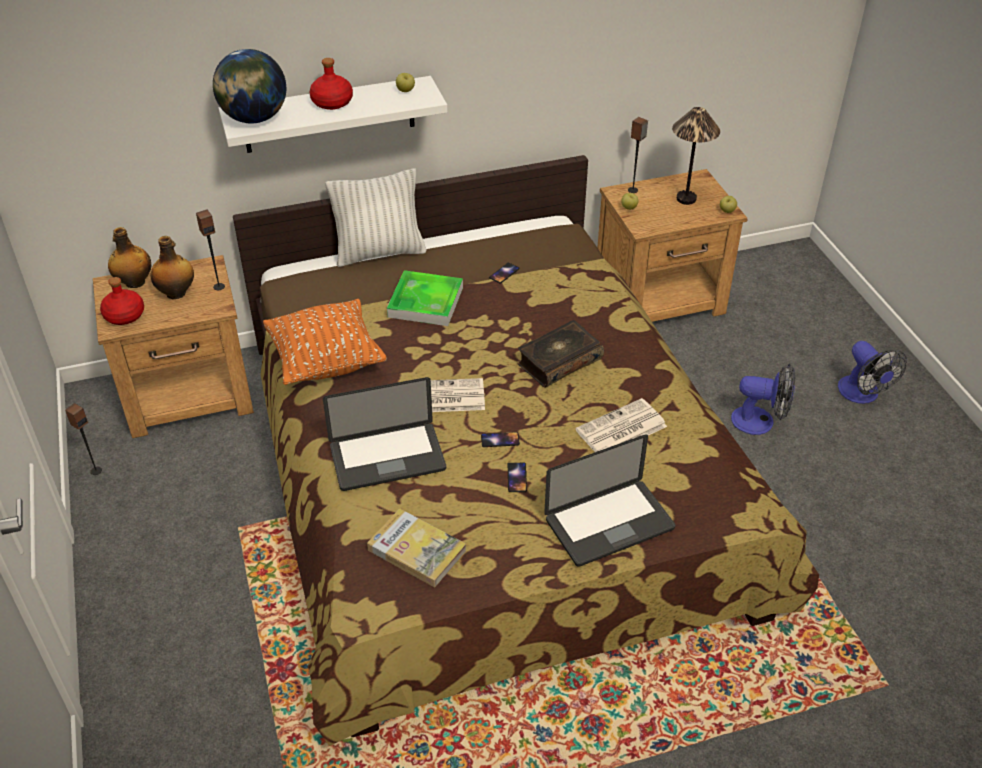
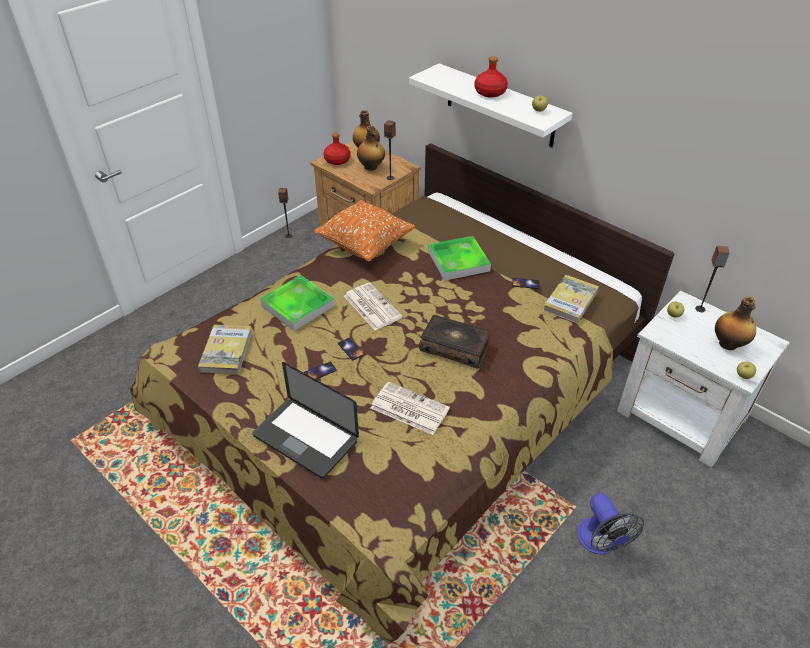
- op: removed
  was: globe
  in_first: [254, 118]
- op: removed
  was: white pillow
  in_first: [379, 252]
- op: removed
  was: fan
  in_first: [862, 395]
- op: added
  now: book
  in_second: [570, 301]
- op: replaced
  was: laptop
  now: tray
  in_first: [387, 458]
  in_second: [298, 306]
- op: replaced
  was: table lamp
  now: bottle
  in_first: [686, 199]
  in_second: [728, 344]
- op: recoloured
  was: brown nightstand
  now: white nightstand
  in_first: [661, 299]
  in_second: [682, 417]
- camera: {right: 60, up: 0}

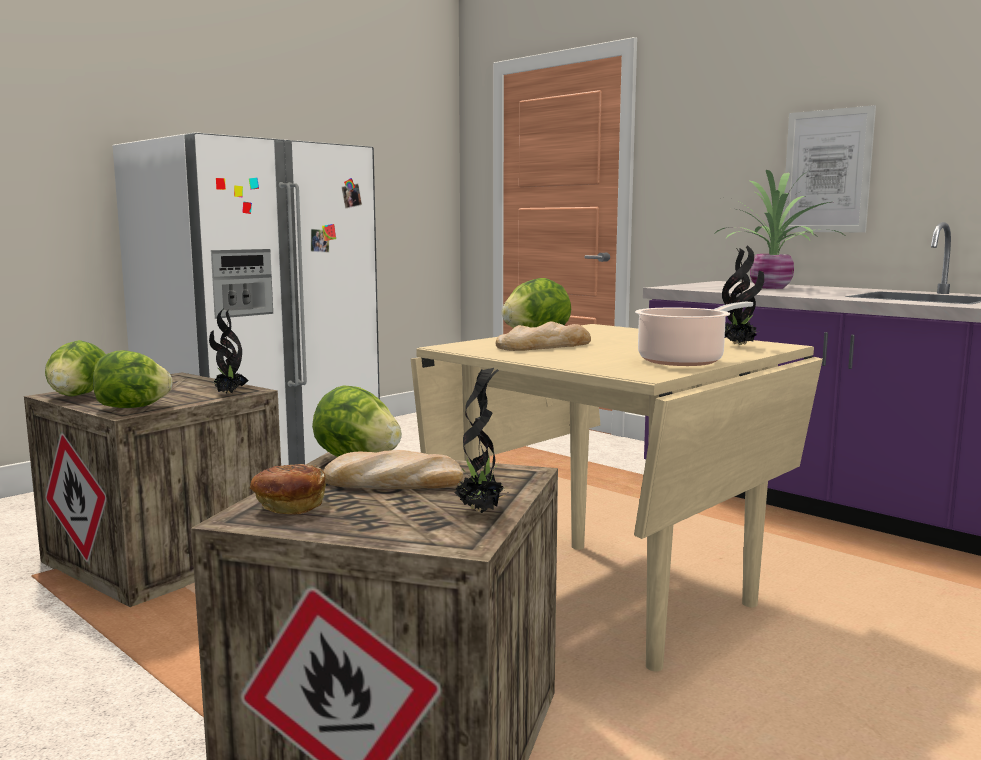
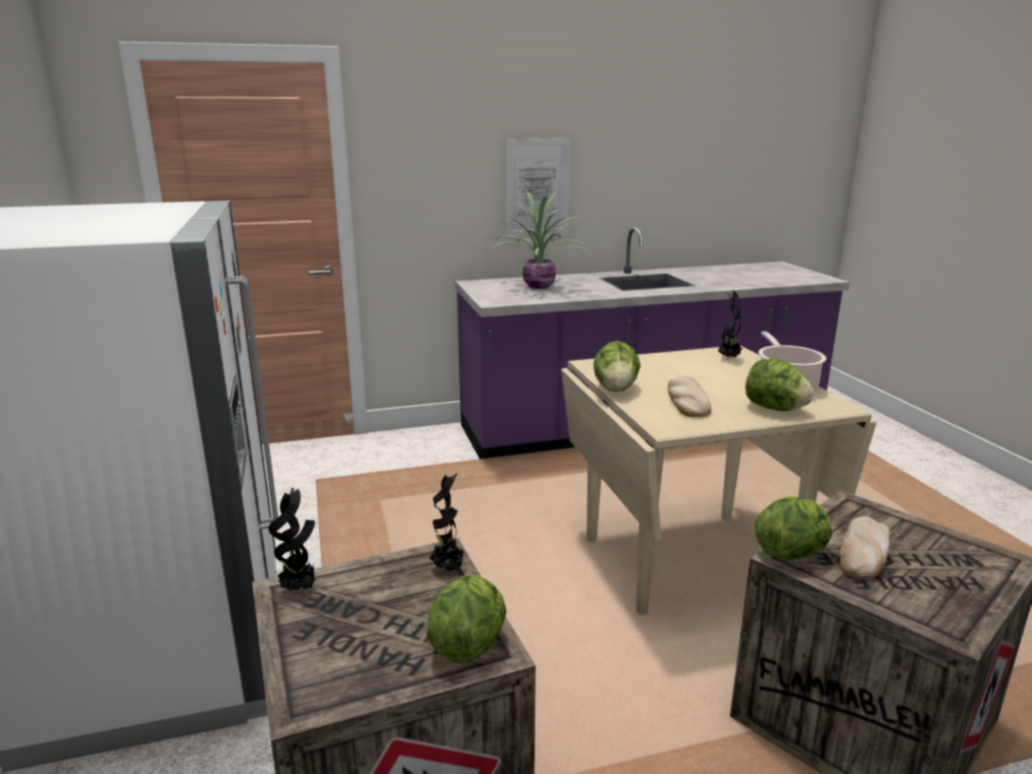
- op: removed
  was: bread
  in_first: [290, 506]
- op: moved
  was: lettuce
  in_first: [78, 395]
  in_second: [774, 408]
- op: moved
  was: potted plant
  in_first: [481, 511]
  in_second: [300, 589]
- camera: {right: -60, up: 10}

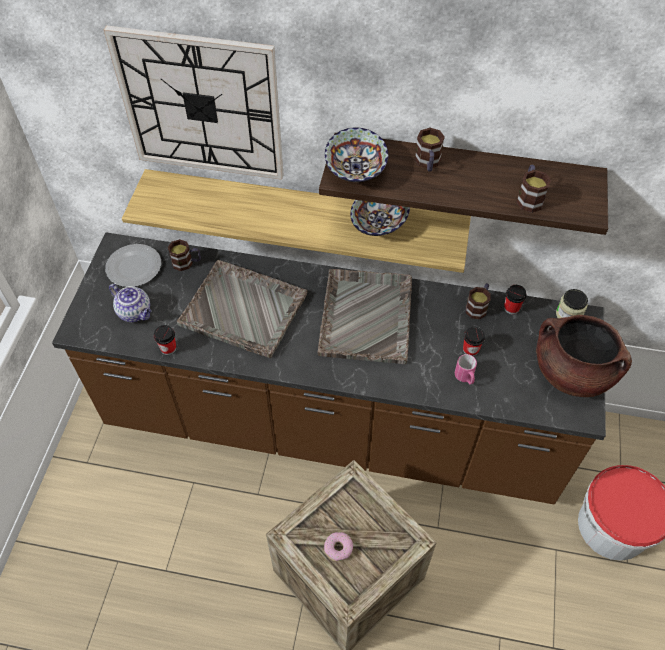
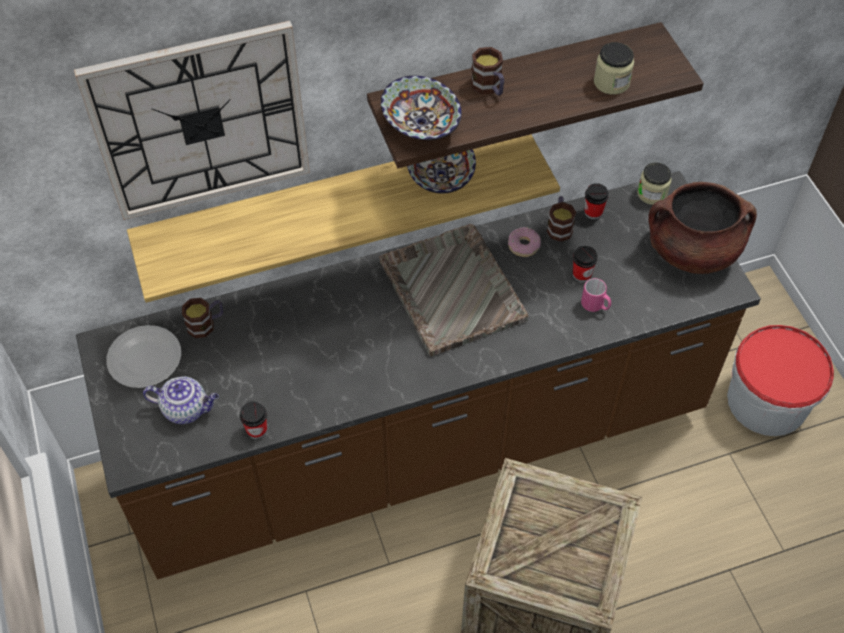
- op: removed
  was: grey tray
  in_first: [244, 310]
- op: moved
  was: donut
  in_first: [338, 548]
  in_second: [523, 245]
- op: replaced
  was: mug
  now: jar
  in_first: [529, 197]
  in_second: [611, 82]
- camera: {right: -30, up: 0}

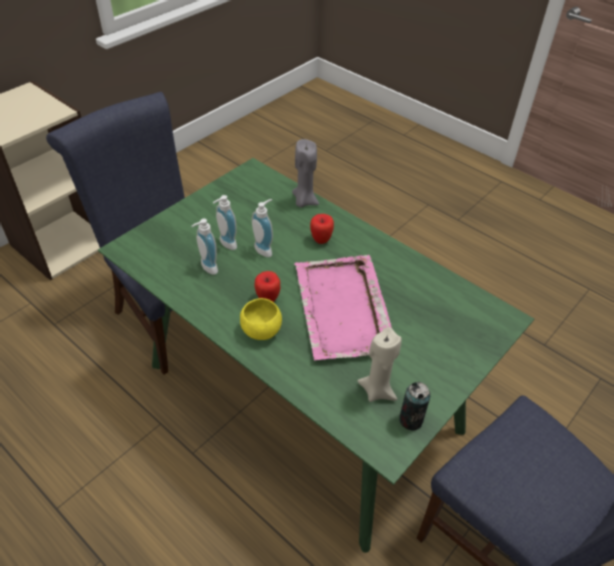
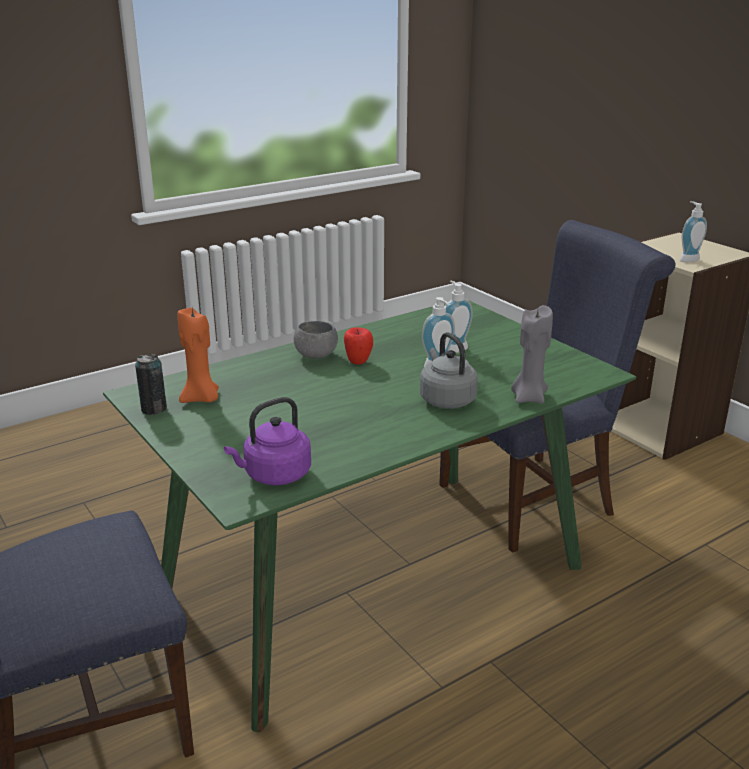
- op: removed
  was: pink tray
  in_first: [343, 310]
- op: added
  now: purple kettle
  in_second: [274, 475]
- op: moved
  was: soap dispenser
  in_first: [206, 268]
  in_second: [687, 259]
- op: replaced
  was: apple
  now: grey kettle
  in_first: [321, 240]
  in_second: [446, 399]
- op: recoloured
  was: yellow bowl
  now: grey bowl
  in_first: [261, 330]
  in_second: [316, 355]
- op: recoloured
  was: beige candle
  now: orange candle
  in_first: [377, 390]
  in_second: [201, 399]
- camera: {right: 105, up: -20}

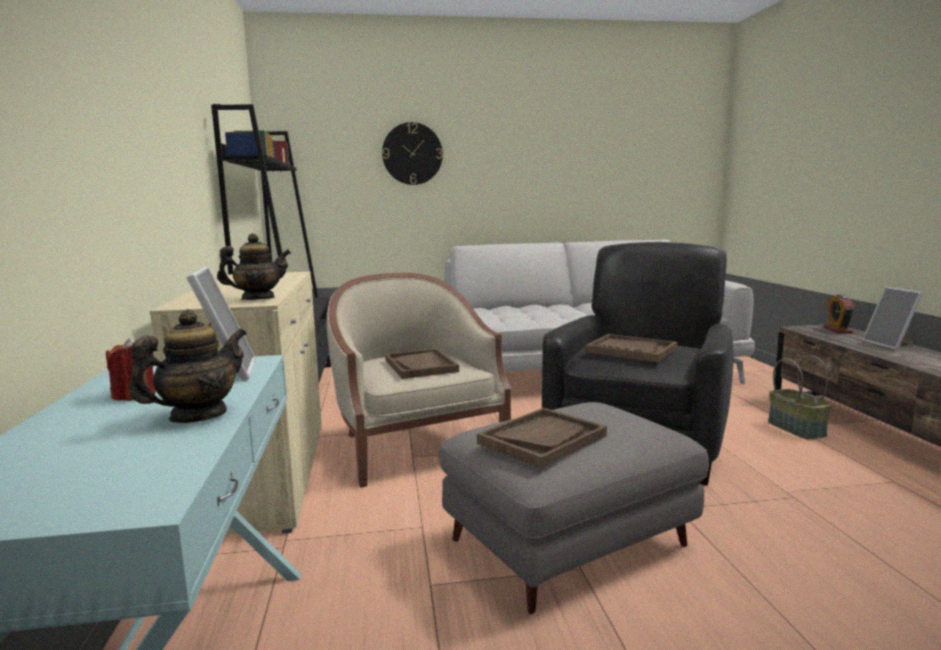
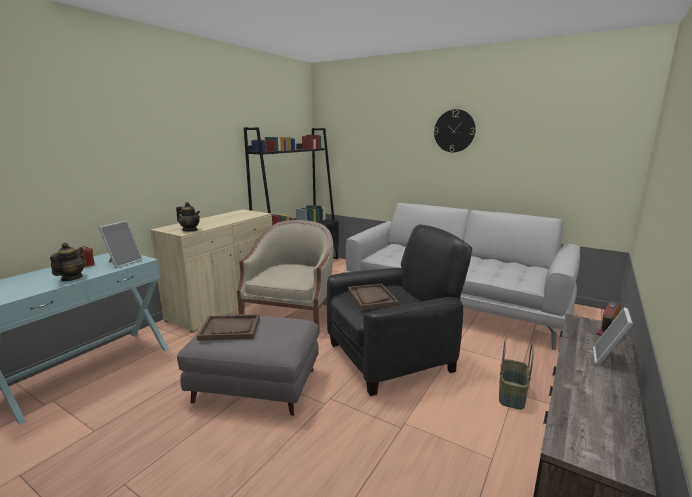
- op: removed
  was: brown tray
  in_first: [421, 366]
- op: moved
  was: wall clock
  in_first: [412, 154]
  in_second: [454, 131]
- op: turned
  was: teapot
  in_first: [198, 416]
  in_second: [71, 278]
  clockwise: -75
- camera: {right: 40, up: 5}

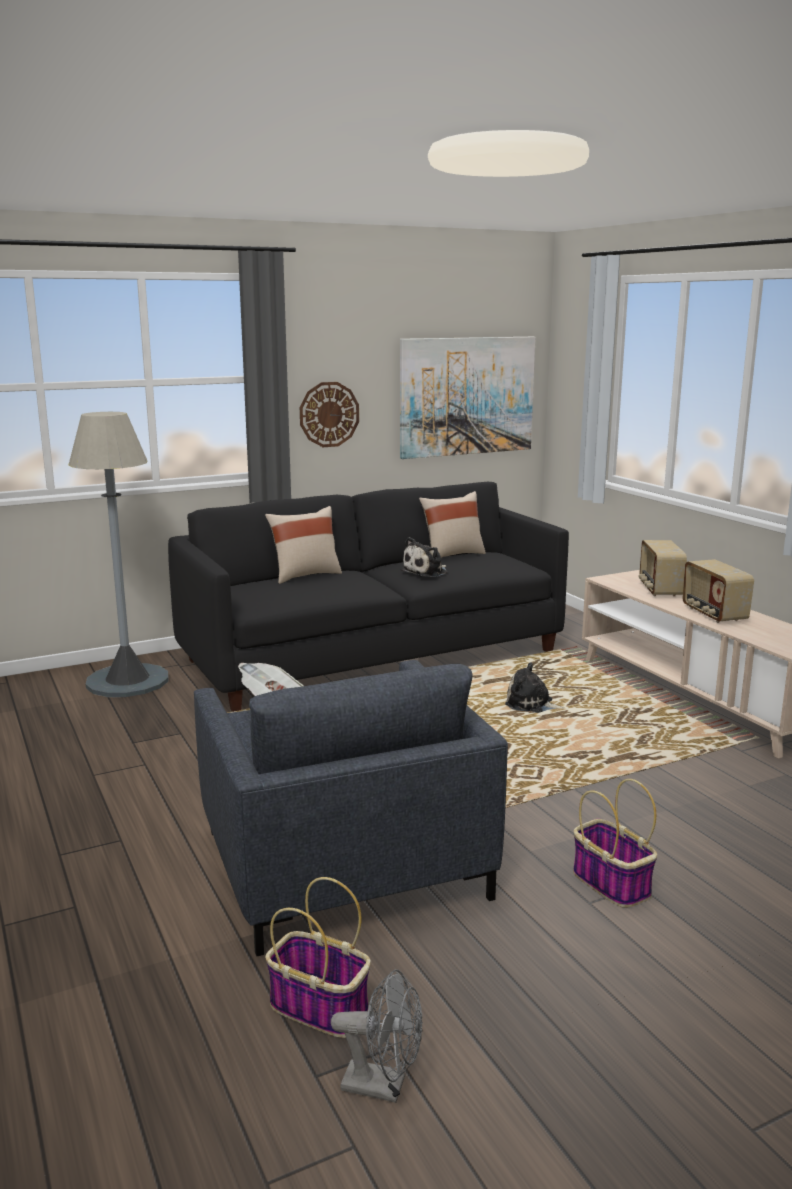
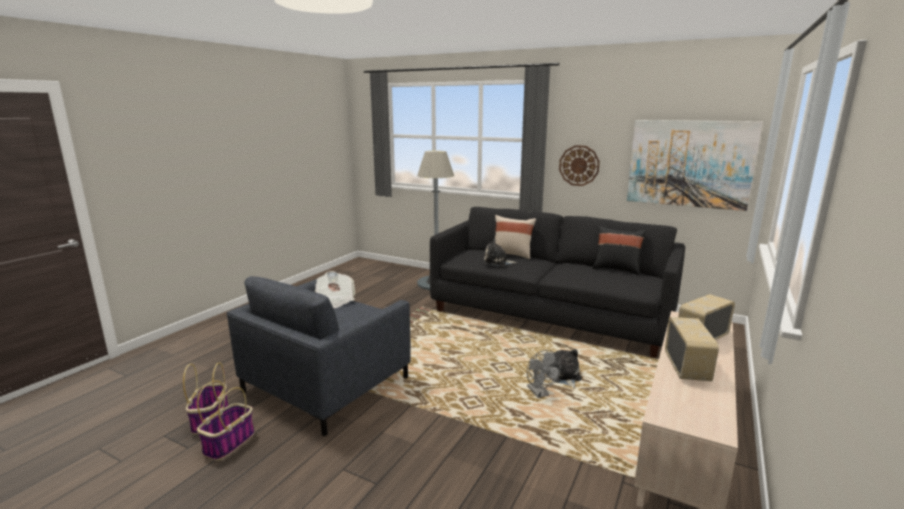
- op: moved
  was: grey fan
  in_first: [383, 1086]
  in_second: [540, 393]
- op: moved
  was: plush toy
  in_first: [426, 572]
  in_second: [497, 262]
- op: moved
  was: basket
  in_first: [609, 883]
  in_second: [229, 442]
- op: recoloured
  was: beige pillow
  now: black pillow
  in_first: [452, 555]
  in_second: [616, 269]
- op: turned
  was: radio
  in_first: [713, 614]
  in_second: [687, 368]
  clockwise: 150
- camera: {right: 55, up: 0}

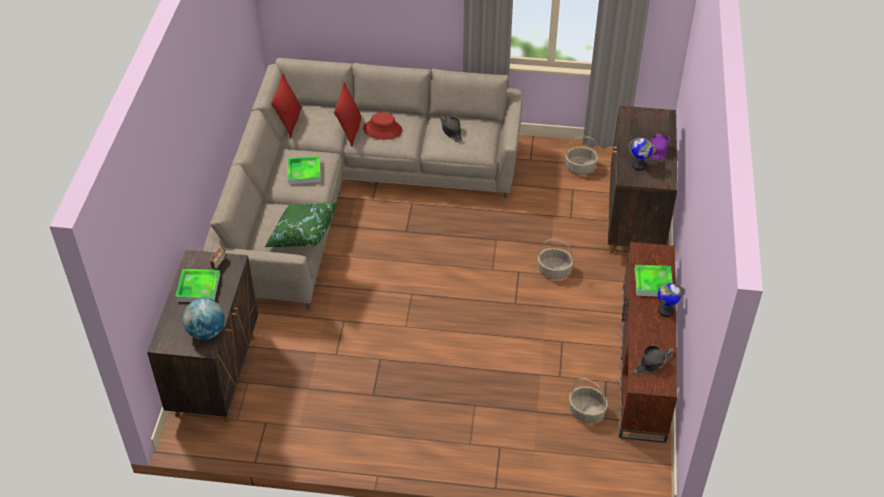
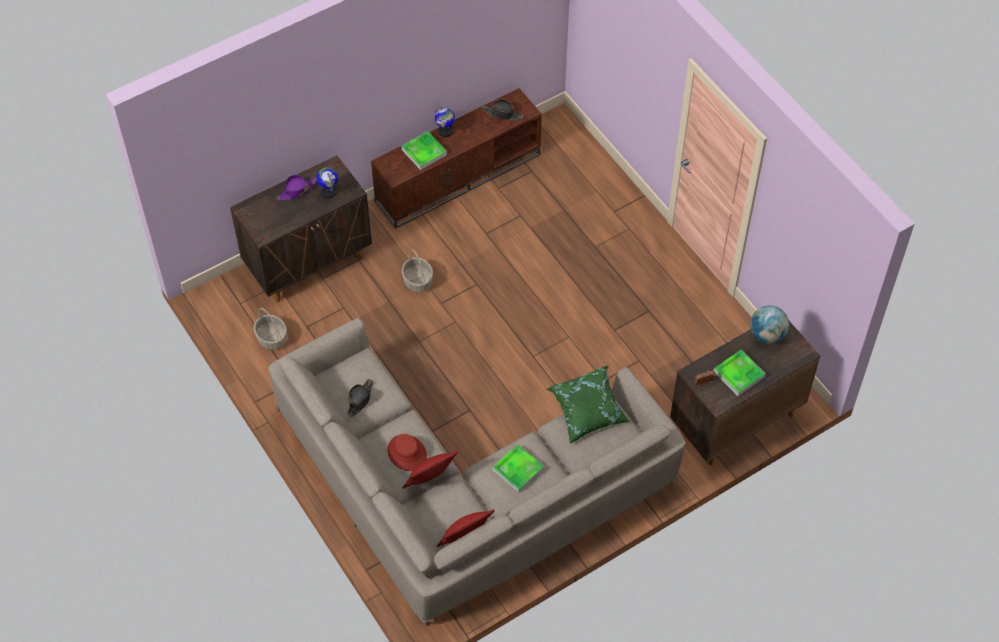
- op: removed
  was: basket
  in_first: [586, 412]
- camera: {right: -130, up: 10}

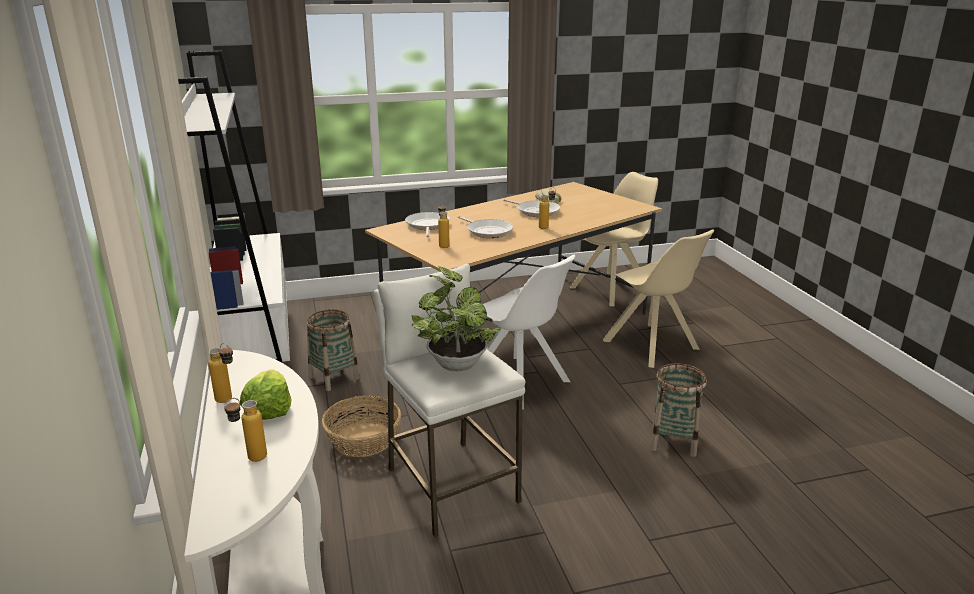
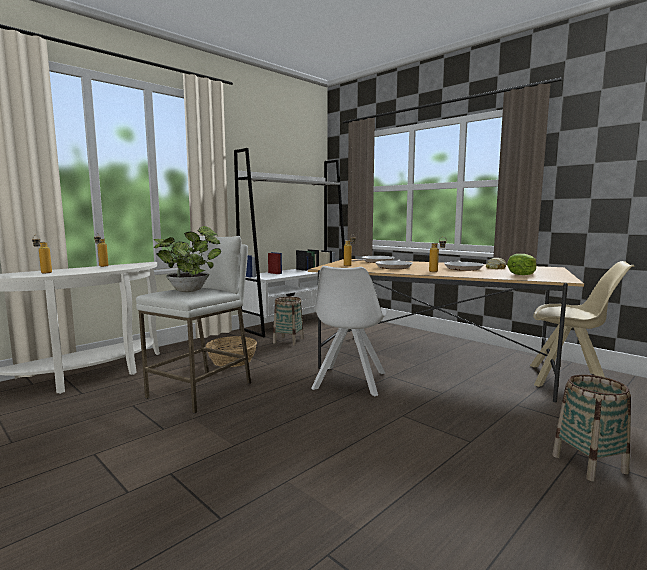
- op: removed
  was: beige chair
  in_first: [652, 346]
- op: moved
  was: lettuce
  in_first: [268, 409]
  in_second: [522, 274]
- op: moved
  was: basket
  in_first: [673, 441]
  in_second: [589, 464]
- camera: {right: 60, up: -15}

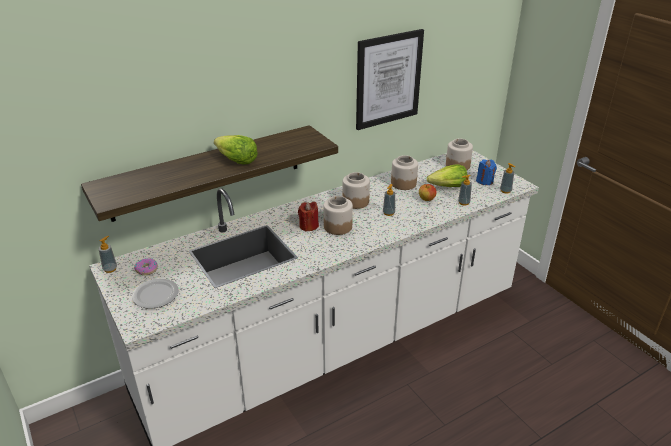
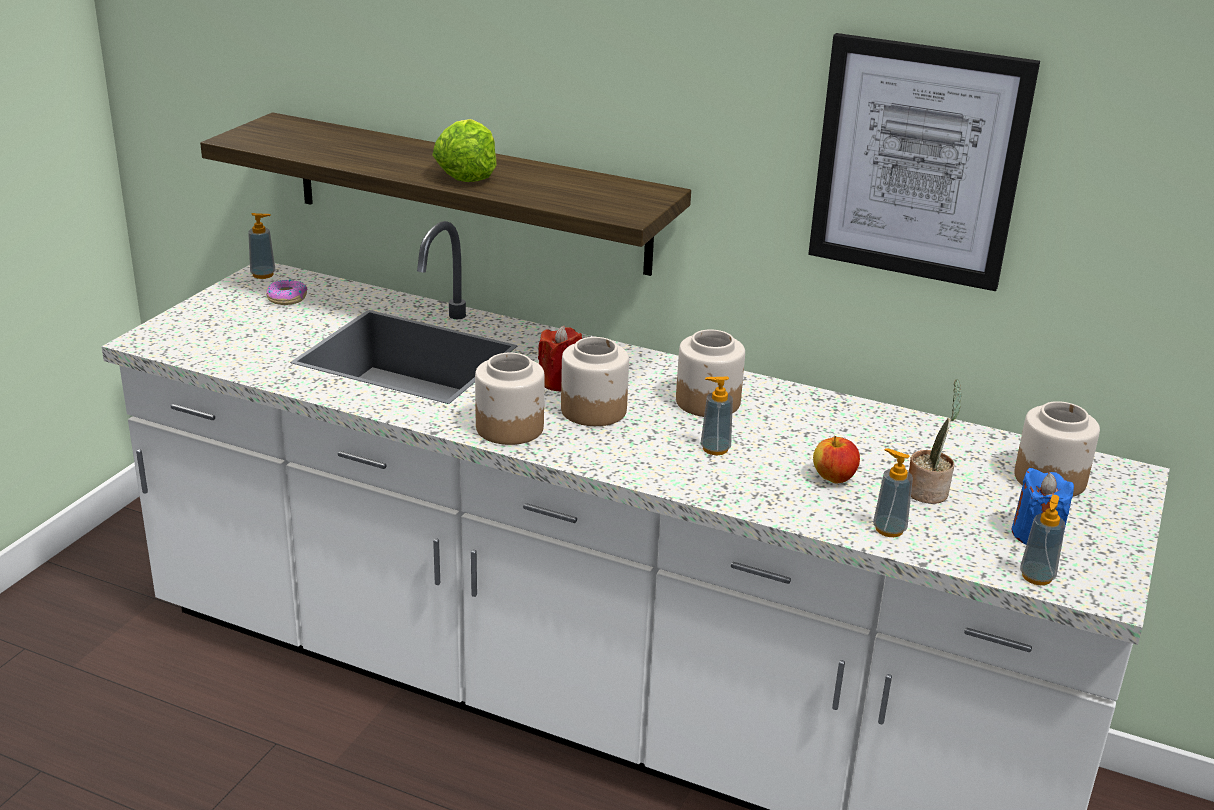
- op: removed
  was: plate
  in_first: [156, 294]
- op: moved
  was: jar
  in_first: [403, 183]
  in_second: [510, 428]
- op: replaced
  was: lettuce
  now: potted plant
  in_first: [448, 187]
  in_second: [928, 491]
- camera: {right: 55, up: -5}

